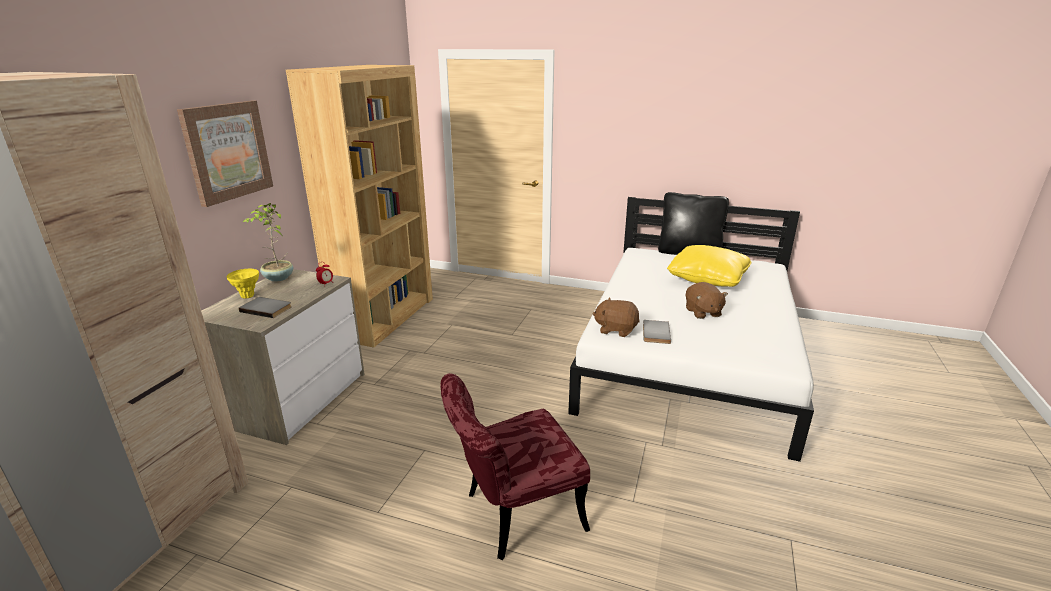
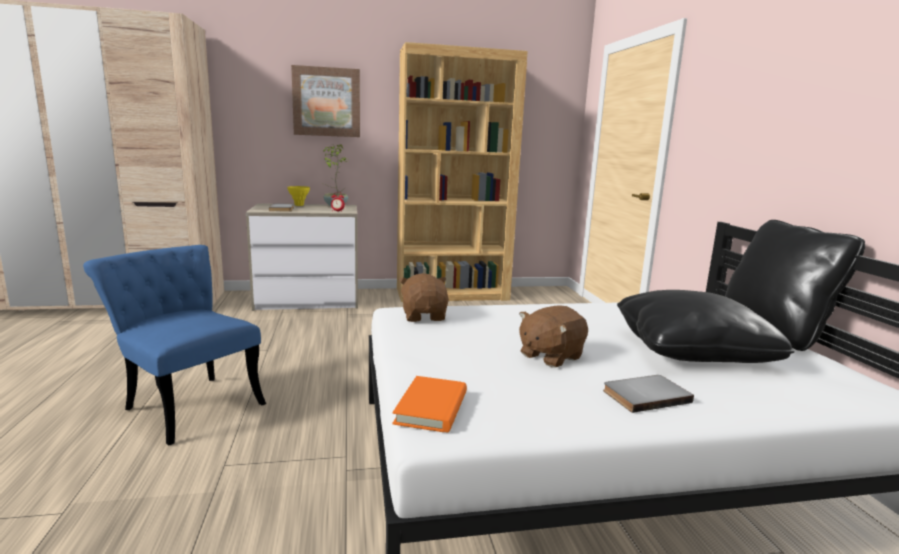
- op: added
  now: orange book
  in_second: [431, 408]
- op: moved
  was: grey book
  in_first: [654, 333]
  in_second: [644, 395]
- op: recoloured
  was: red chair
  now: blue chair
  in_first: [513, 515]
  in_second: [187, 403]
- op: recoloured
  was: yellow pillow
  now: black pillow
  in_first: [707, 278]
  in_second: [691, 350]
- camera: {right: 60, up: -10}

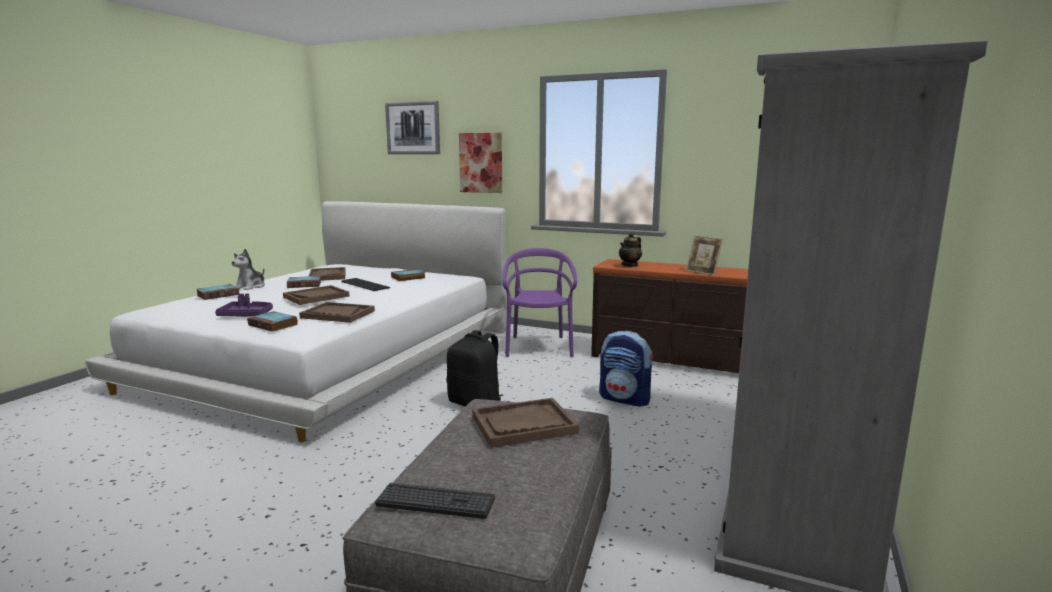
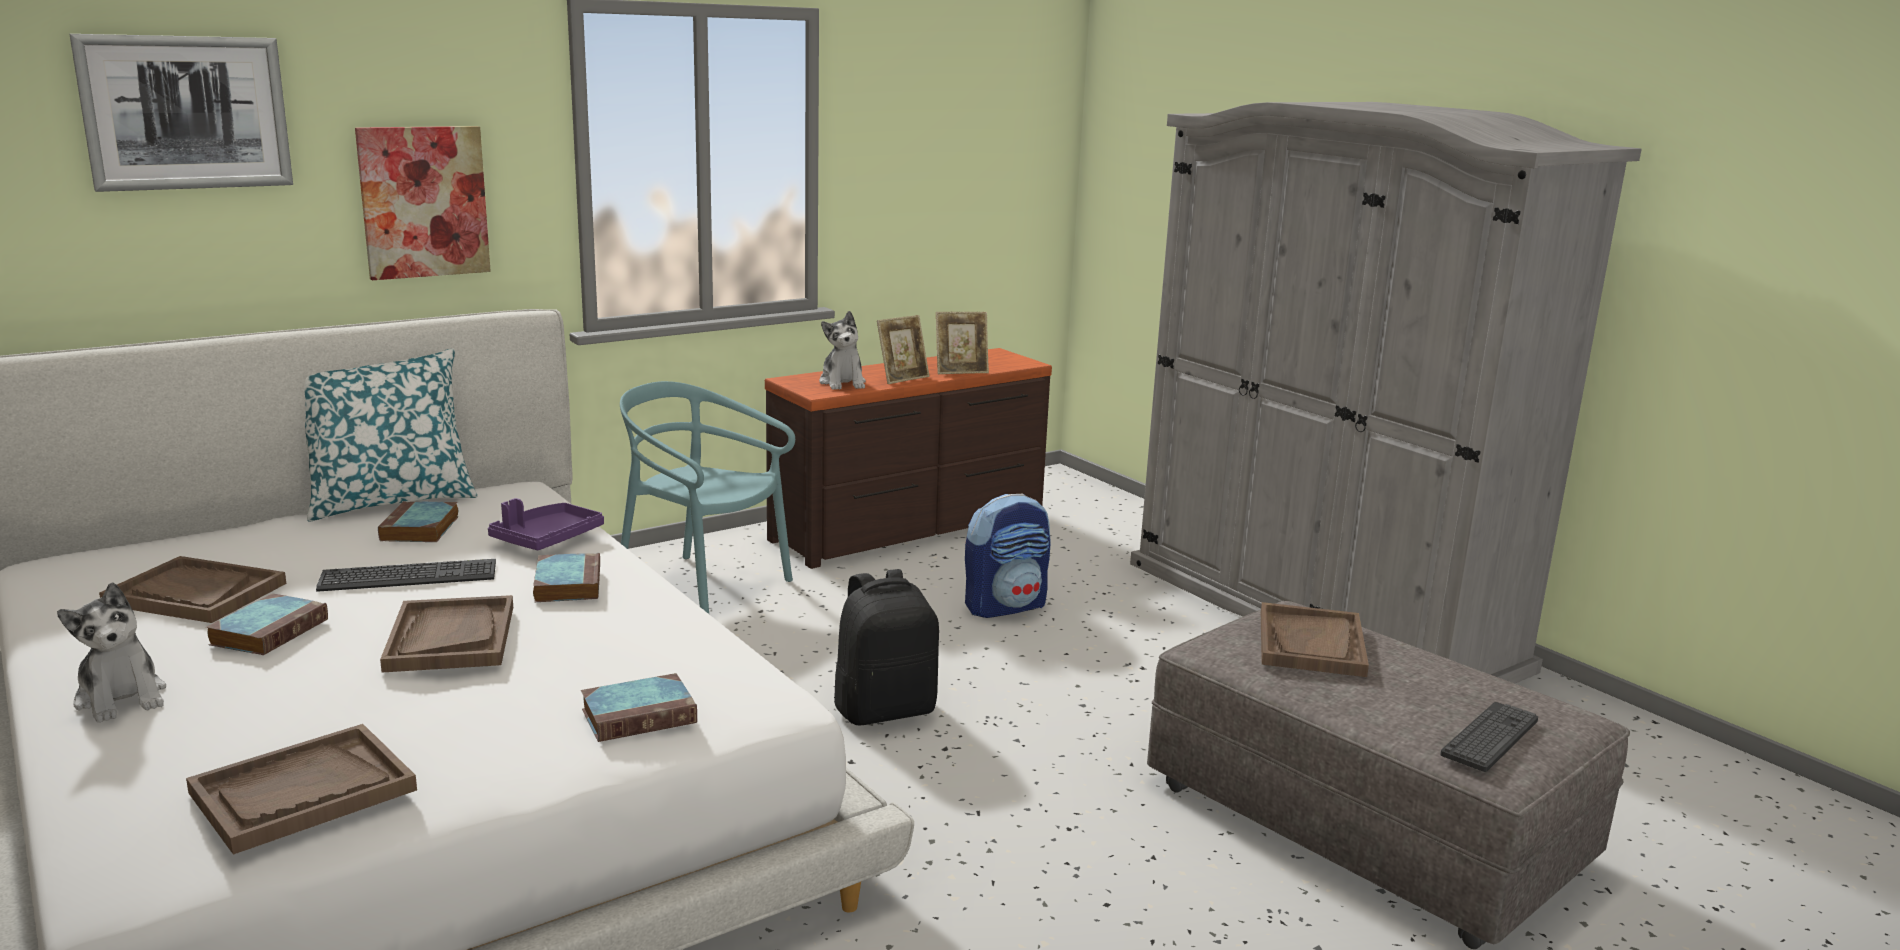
- op: added
  now: pillow
  in_second: [389, 501]
- op: added
  now: picture frame
  in_second: [902, 378]
- op: moved
  was: book
  in_first: [219, 295]
  in_second: [567, 584]
- op: moved
  was: purple tray
  in_first: [246, 315]
  in_second: [546, 538]
- op: moved
  was: brown tray
  in_first: [337, 314]
  in_second: [303, 792]
- op: replaced
  was: teapot
  now: plush toy
  in_first: [630, 265]
  in_second: [843, 383]
- op: recoloured
  was: purple chair
  now: turquoise chair
  in_first: [538, 347]
  in_second: [702, 588]
- camera: {right: -60, up: 5}

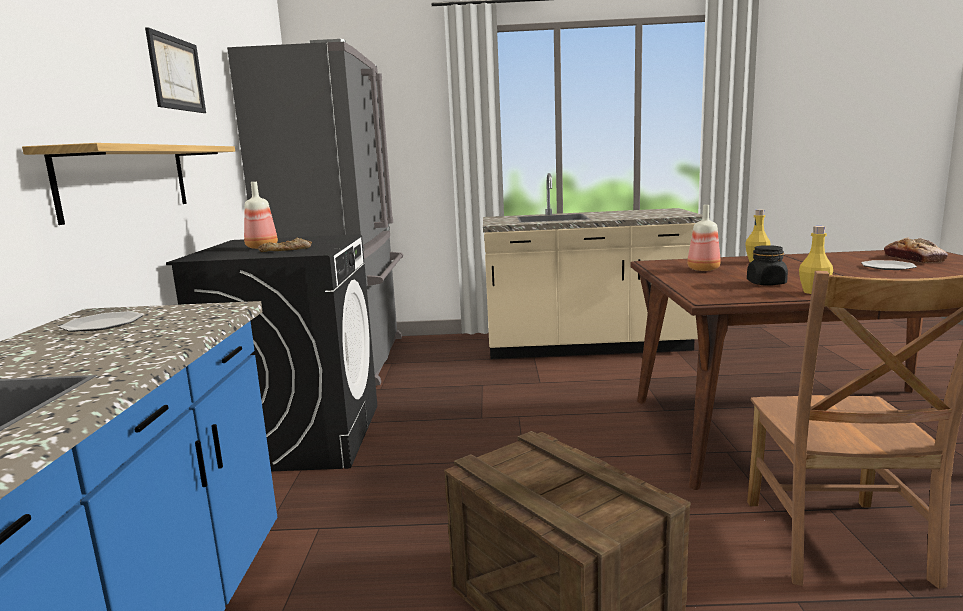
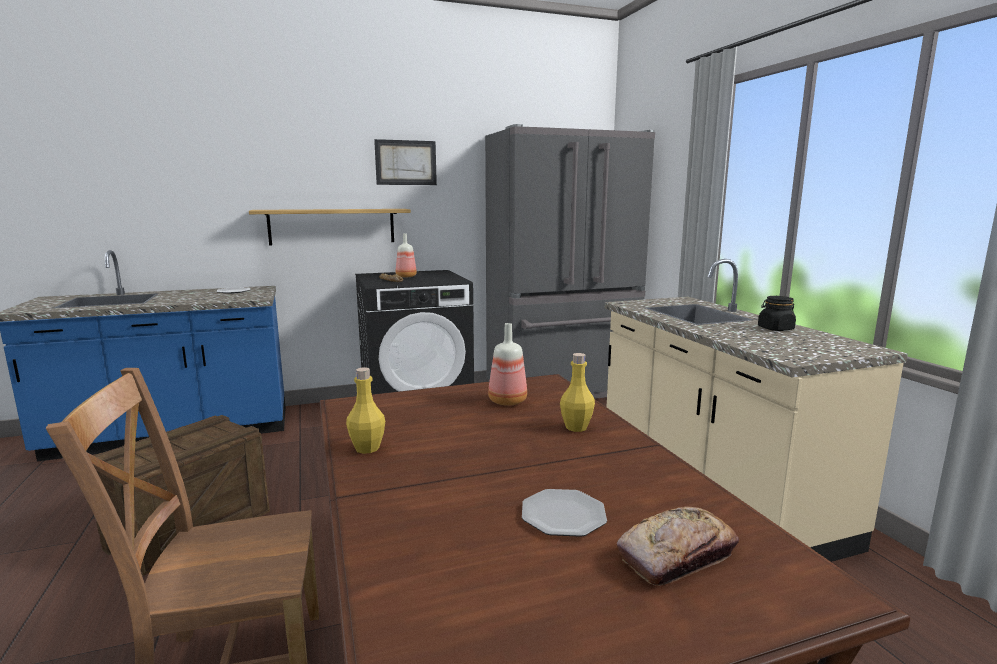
- op: moved
  was: black jar
  in_first: [766, 283]
  in_second: [775, 329]
- camera: {right: 70, up: 0}

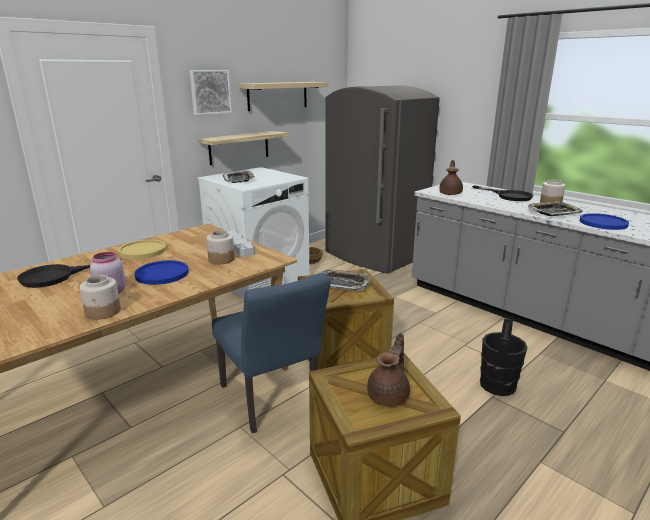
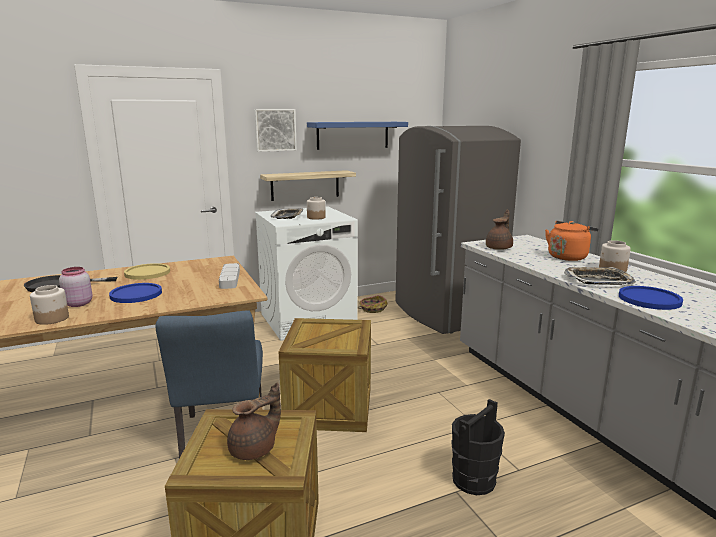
- op: removed
  was: tray
  in_first: [343, 283]
- op: moved
  was: jar
  in_first: [221, 259]
  in_second: [316, 217]
- op: replaced
  was: black frying pan
  now: orange kettle
  in_first: [508, 196]
  in_second: [568, 257]
- op: recoloured
  was: beige shelf
  now: blue shelf
  in_first: [277, 95]
  in_second: [353, 135]
- camera: {right: 20, up: -5}

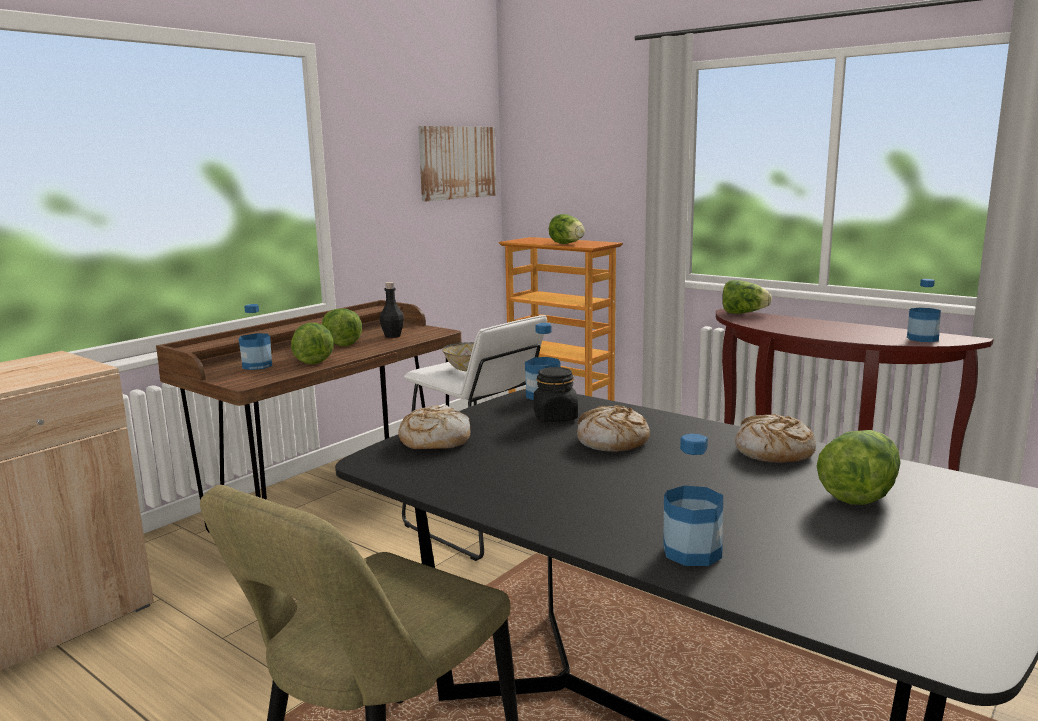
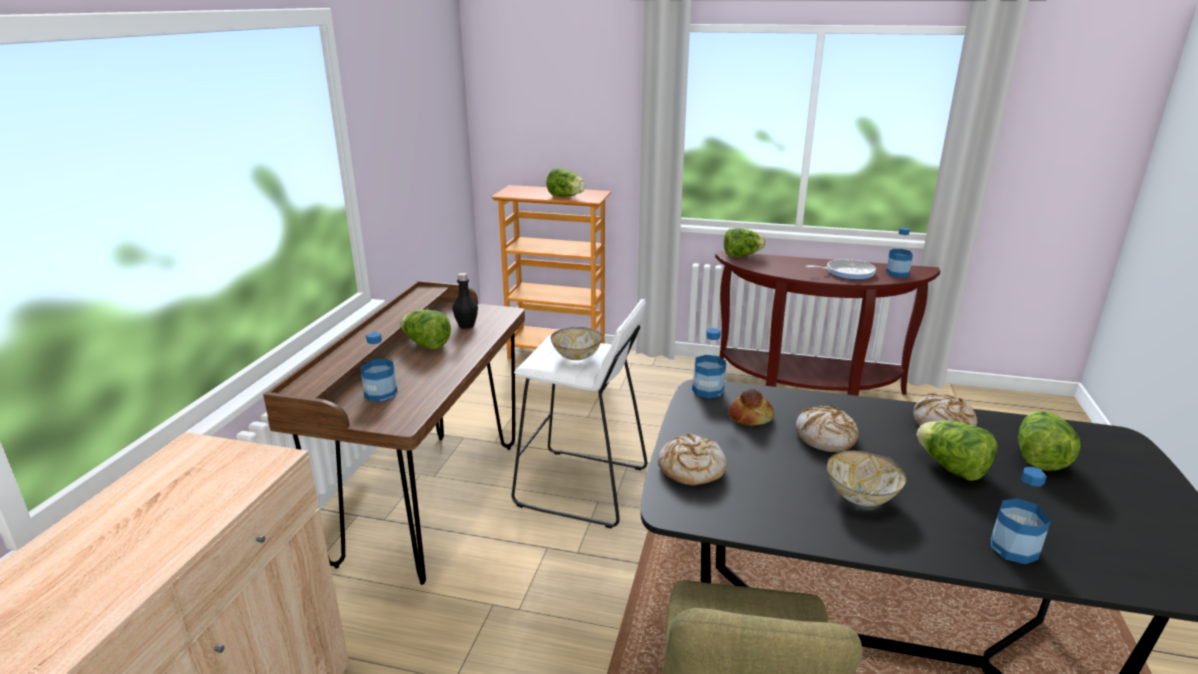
- op: removed
  was: picture
  in_first: [457, 162]
- op: added
  now: frying pan
  in_second: [847, 272]
- op: added
  now: bowl
  in_second: [862, 496]
- op: moved
  was: lettuce
  in_first: [313, 360]
  in_second: [951, 468]
- op: replaced
  was: black jar
  now: bread
  in_first: [555, 417]
  in_second: [750, 416]
- camera: {right: -25, up: 10}

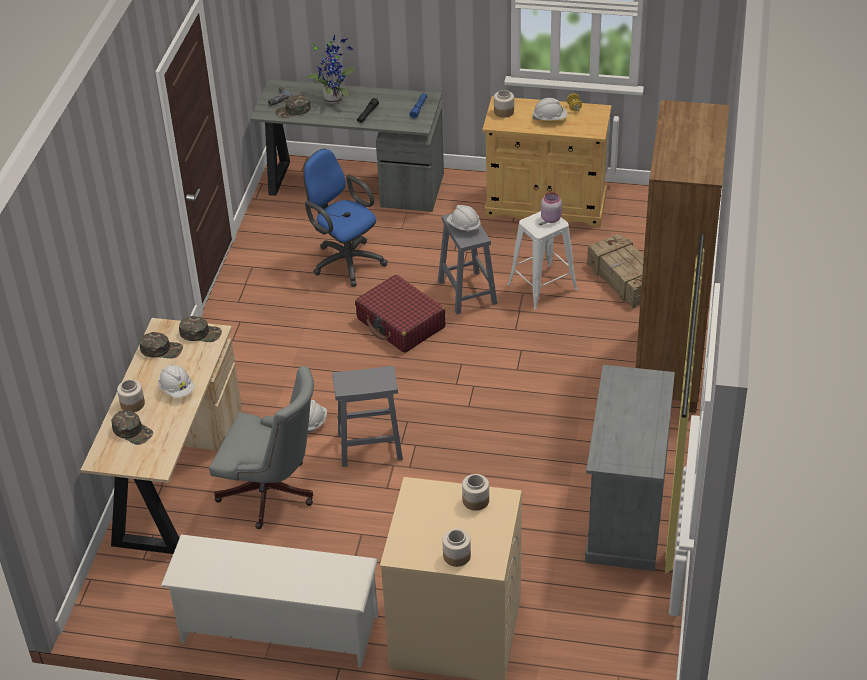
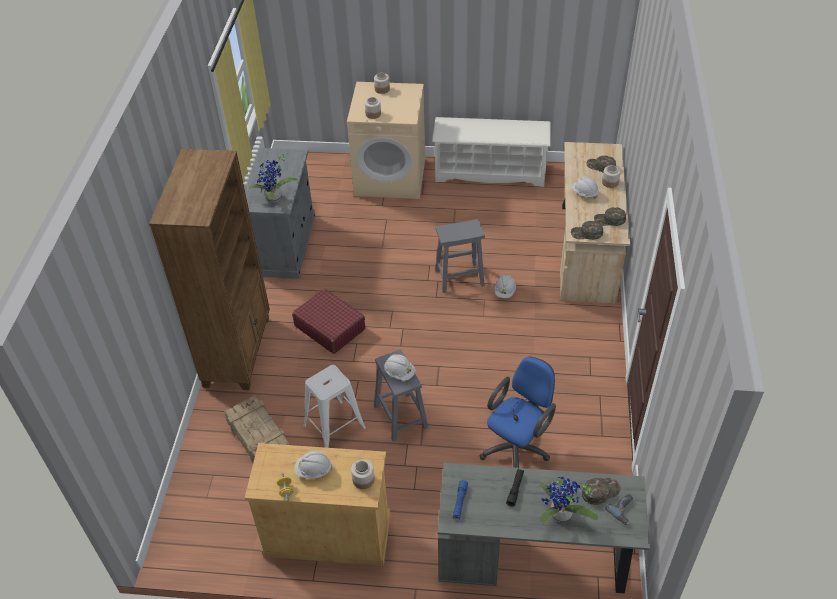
- op: removed
  was: grey office chair
  in_first: [272, 494]
- op: removed
  was: pink jar
  in_first: [551, 218]
- op: added
  now: potted plant
  in_second: [274, 199]
- op: moved
  was: red suitcase
  in_first: [401, 323]
  in_second: [329, 327]
- op: turned
  was: blue office chair
  in_first: [345, 261]
  in_second: [517, 447]
  clockwise: -90
- camera: {right: 175, up: 5}

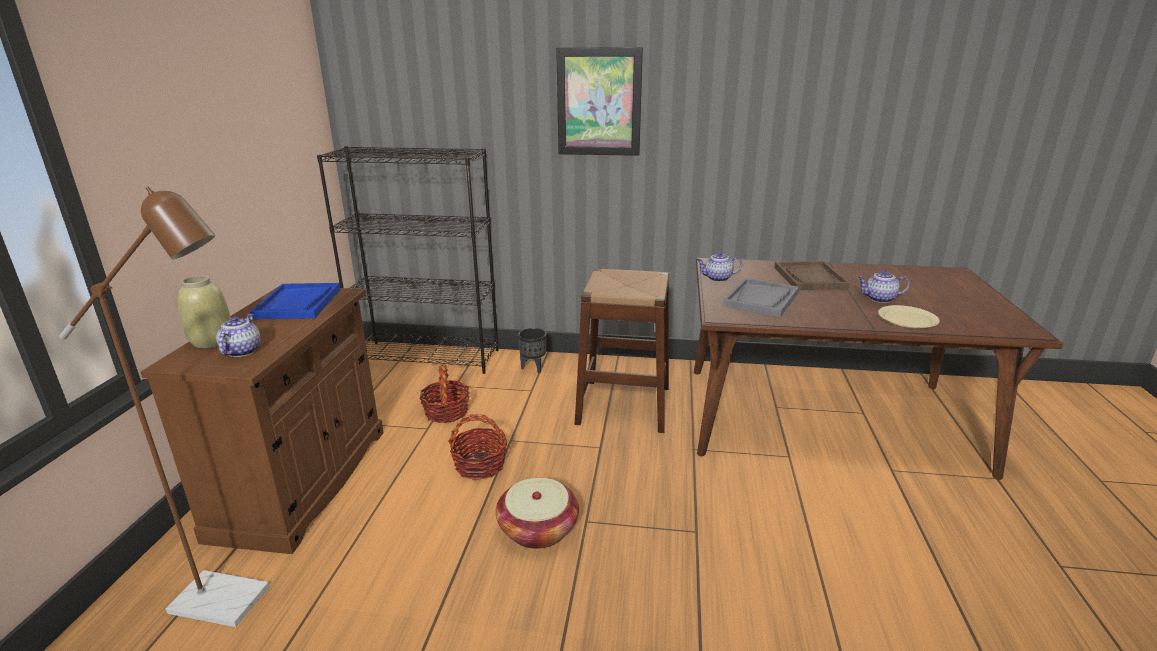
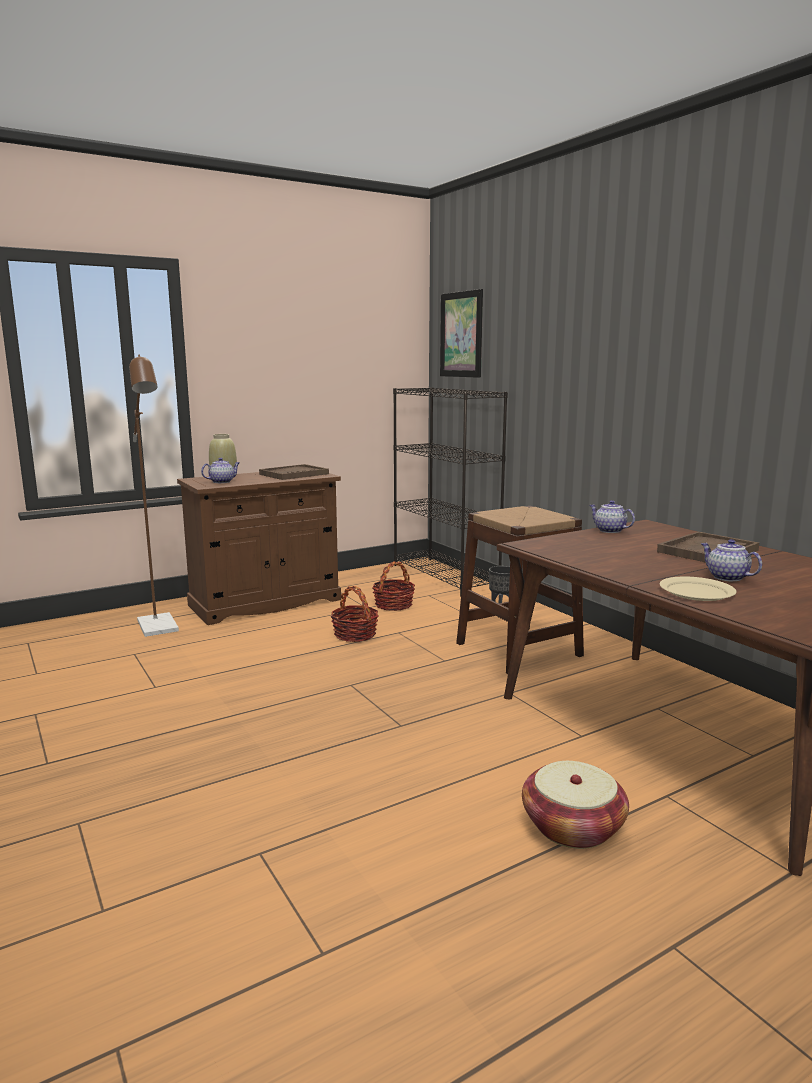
- op: removed
  was: grey tray
  in_first: [761, 299]
- op: moved
  was: basket
  in_first: [538, 529]
  in_second: [572, 827]
- op: moved
  was: picture
  in_first: [599, 102]
  in_second: [461, 334]
- op: recoloured
  was: blue tray
  now: brown tray
  in_first: [298, 303]
  in_second: [294, 474]
- camera: {right: 50, up: -10}

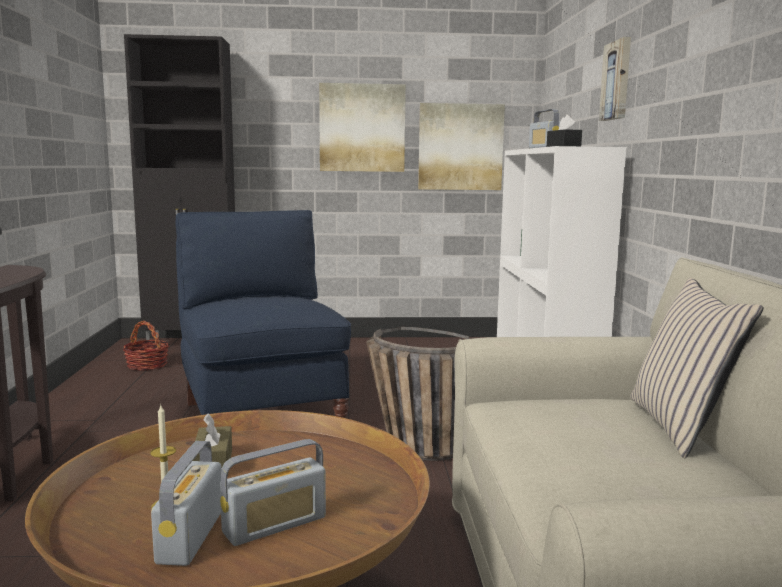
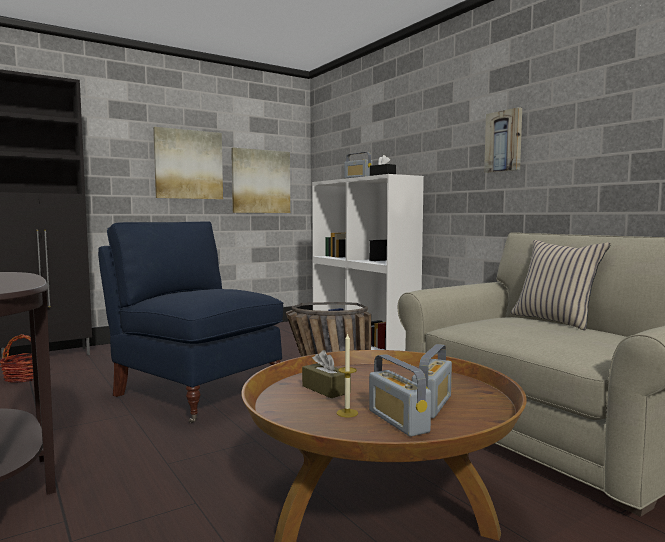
- op: moved
  was: picture
  in_first: [617, 80]
  in_second: [504, 141]
- camera: {right: -30, up: -5}

